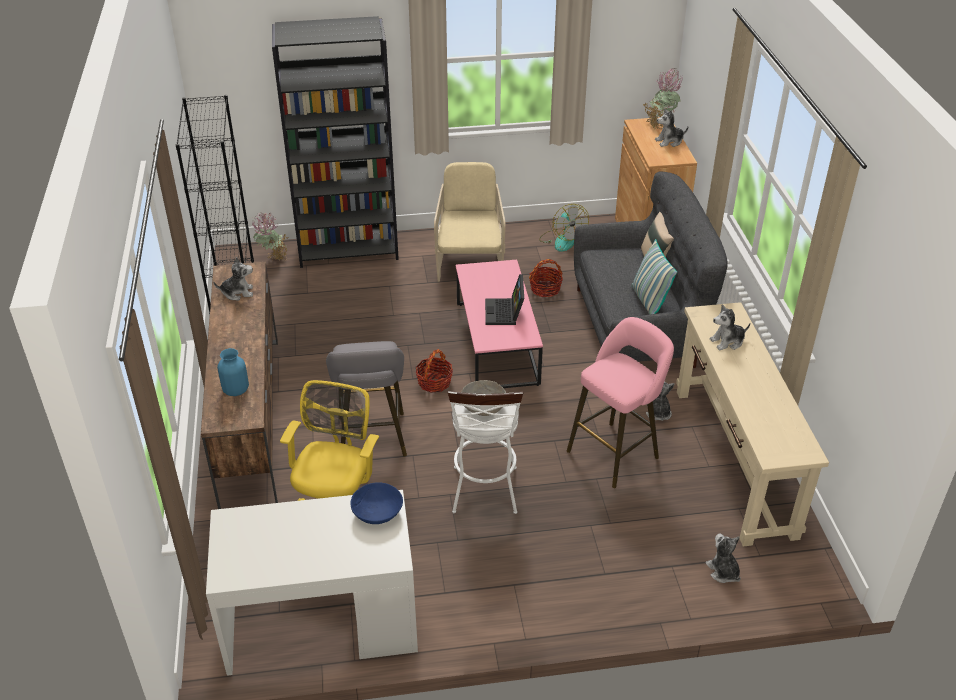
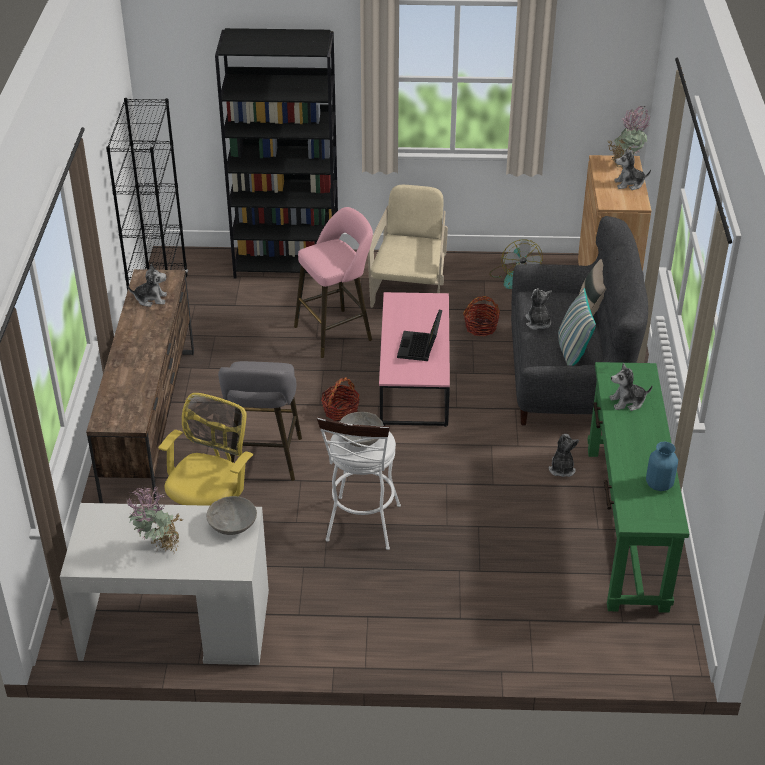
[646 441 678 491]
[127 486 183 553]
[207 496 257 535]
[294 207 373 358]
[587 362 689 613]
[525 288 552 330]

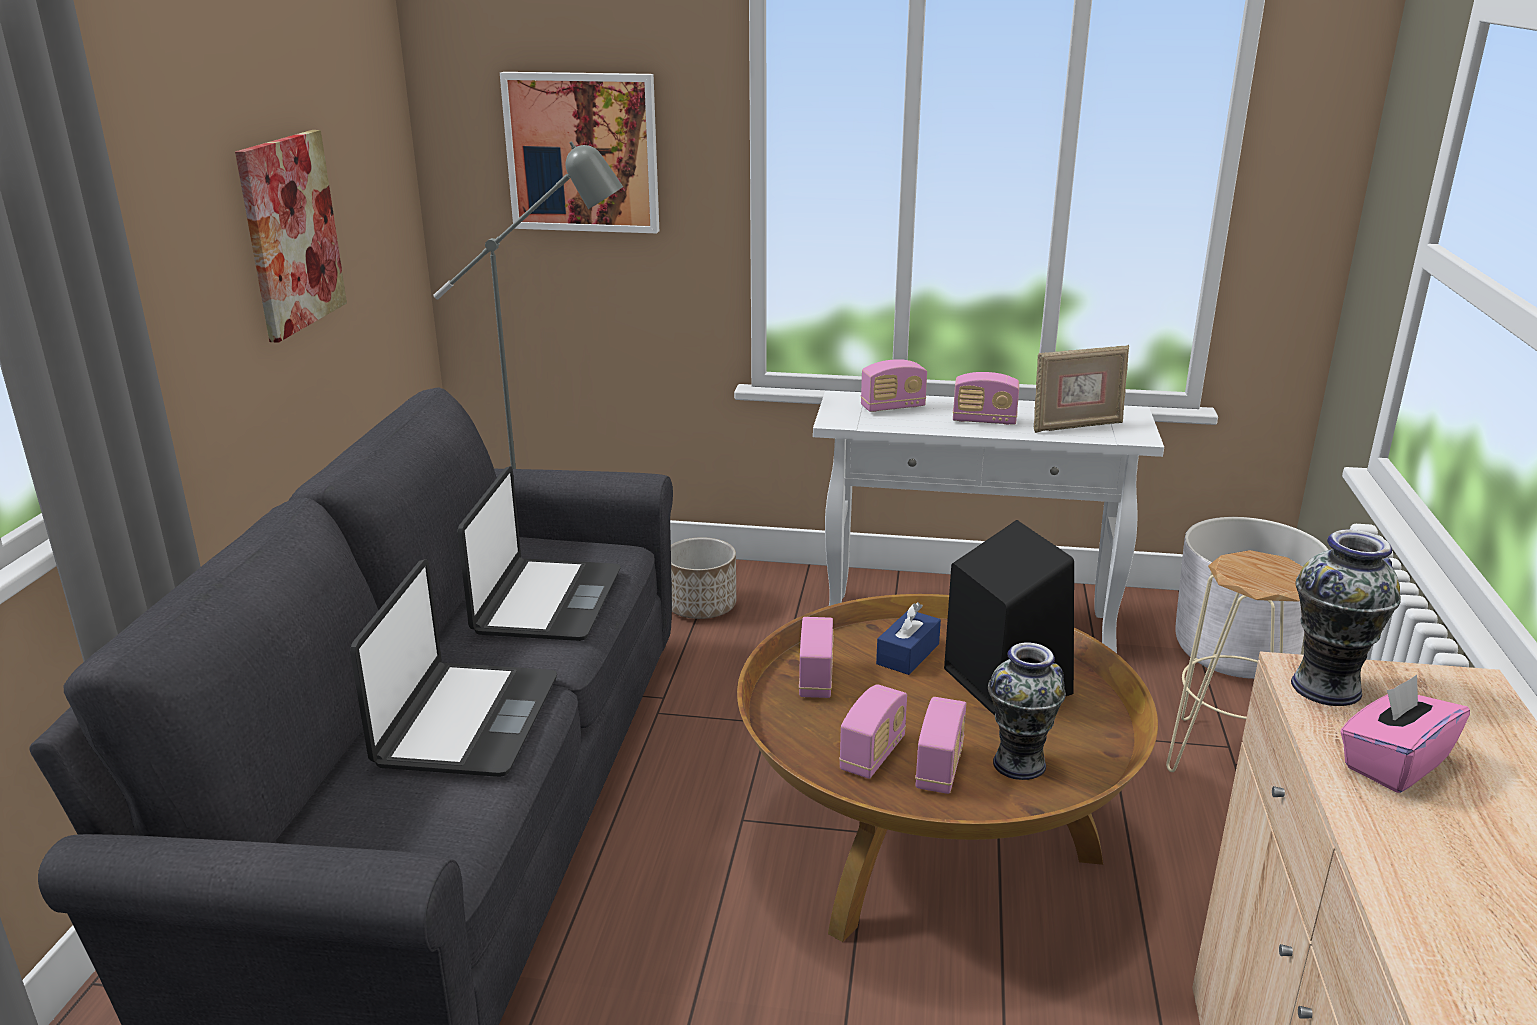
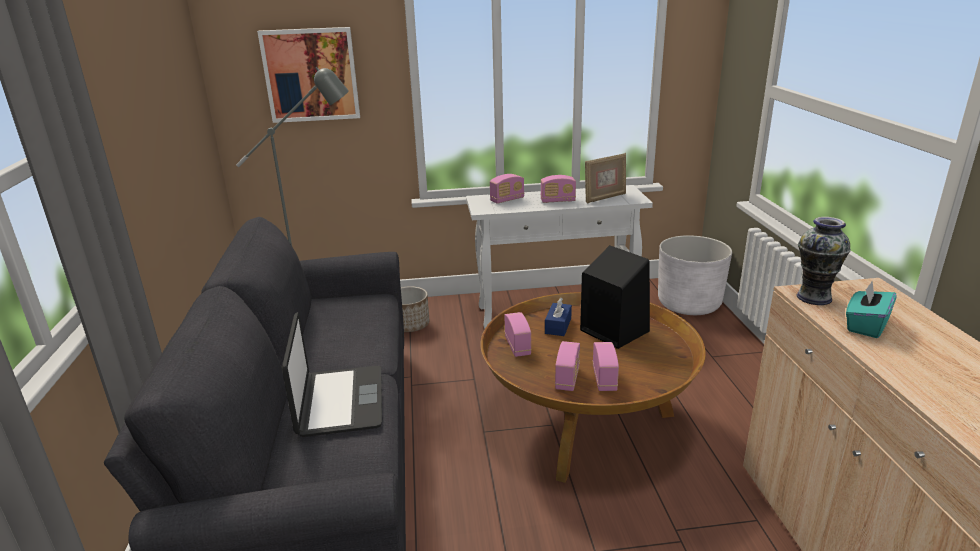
[235 130 347 343] (first image)
[457 466 621 641] (first image)
[988 642 1066 780] (first image)
[1166 550 1305 772] (first image)
[846 281 896 338]

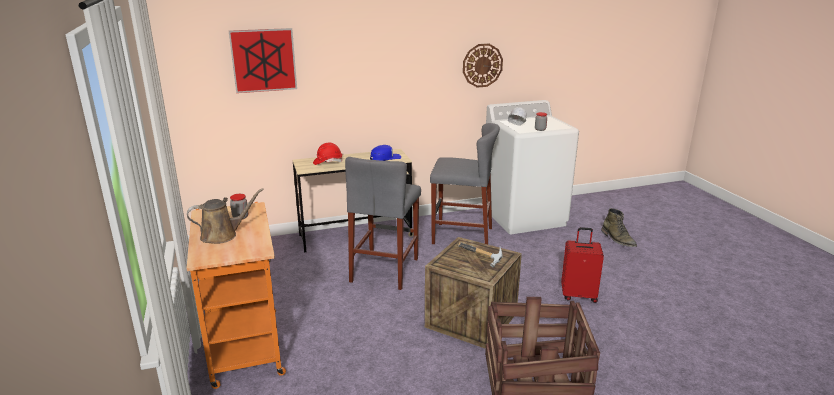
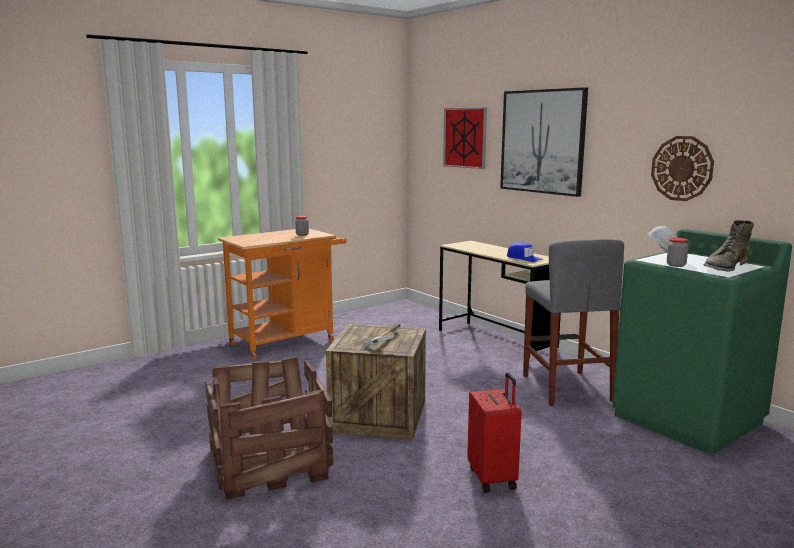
[187 188 264 244] (first image)
[313 142 343 165] (first image)
[345 157 421 290] (first image)
[612 229 792 455]
[704 220 754 272]
[500 87 588 197]

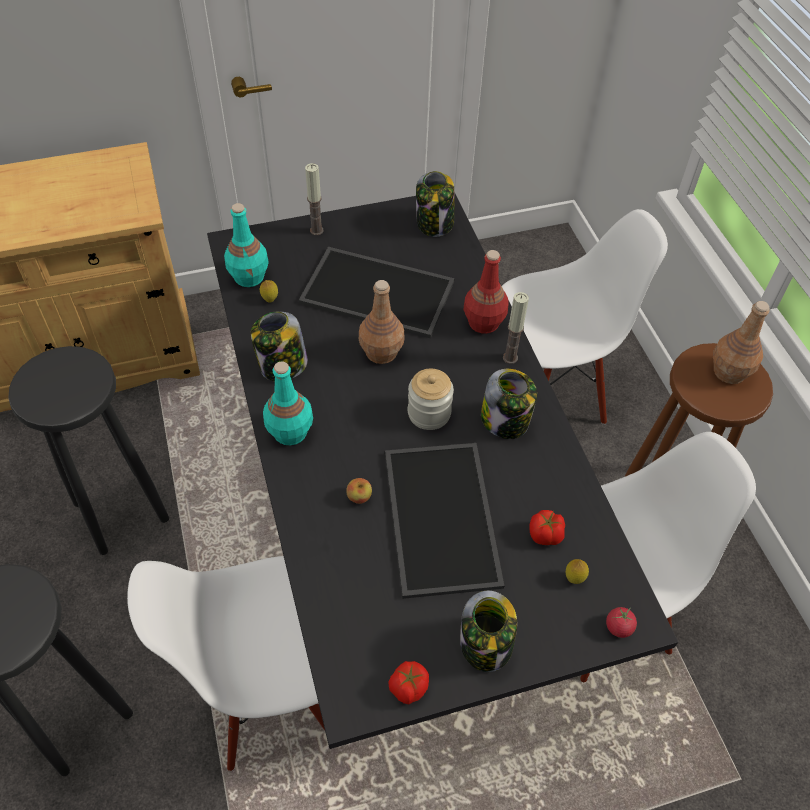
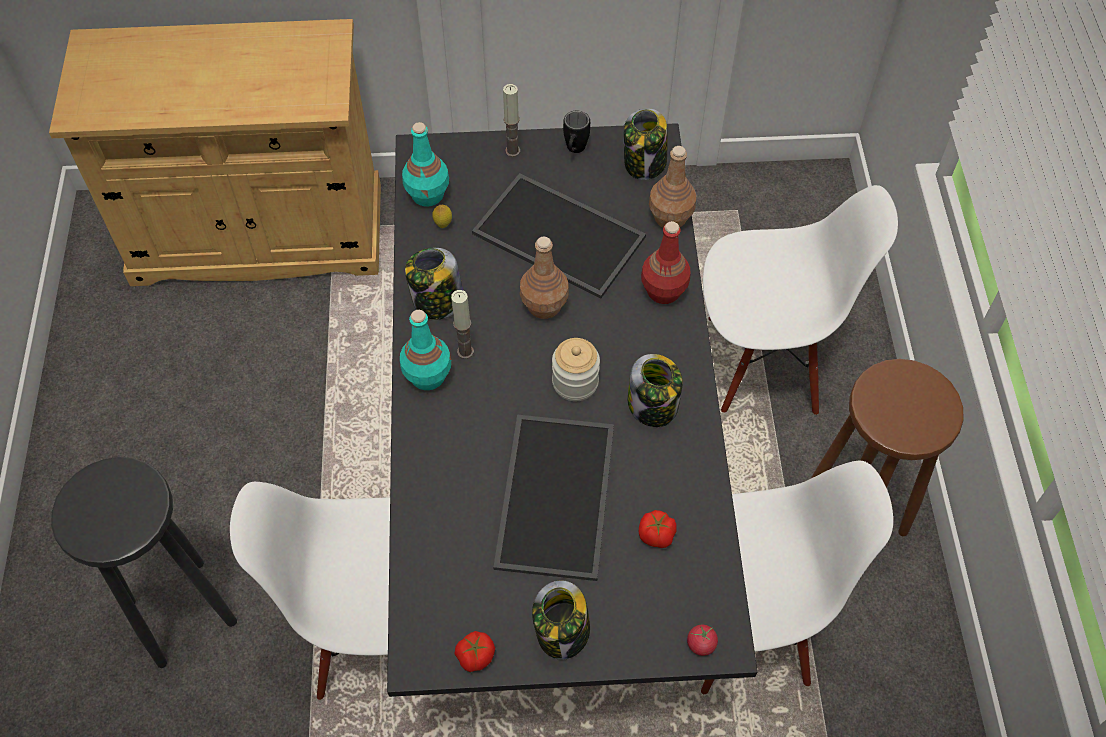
[8 346 169 555] (first image)
[346 478 372 504] (first image)
[451 290 474 359]
[566 559 589 584] (first image)
[649 146 696 228]
[563 111 590 153]

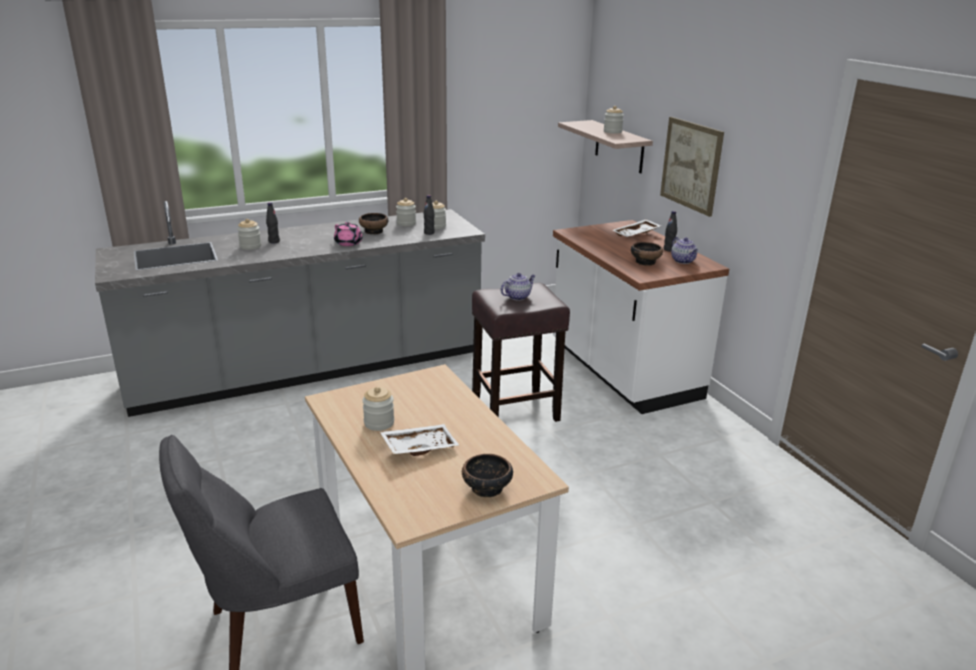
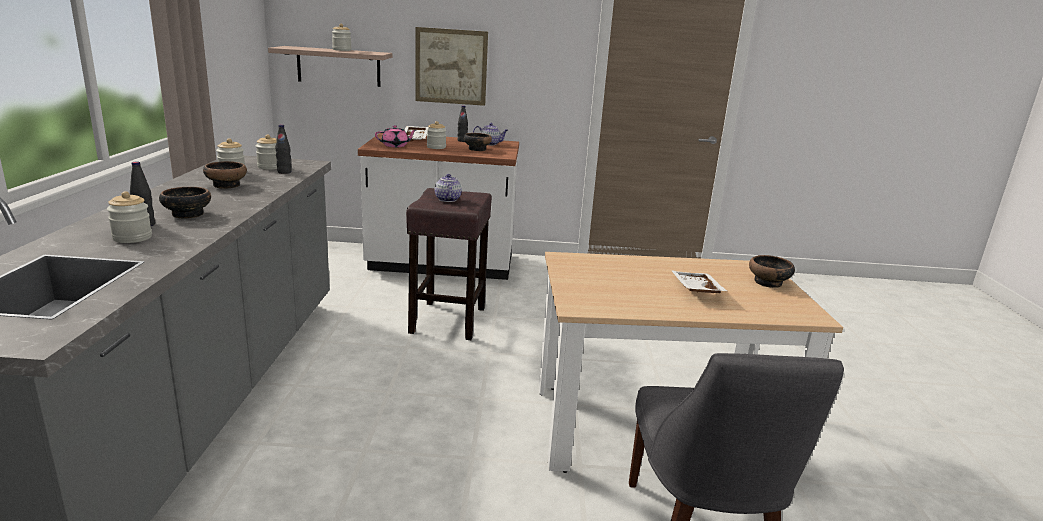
[375 125 416 147]
[427 121 446 149]
[159 187 211 219]

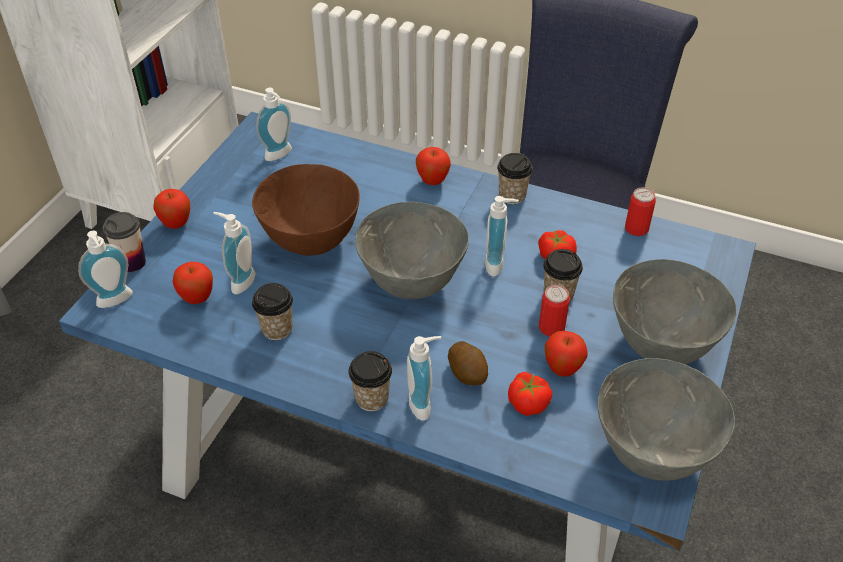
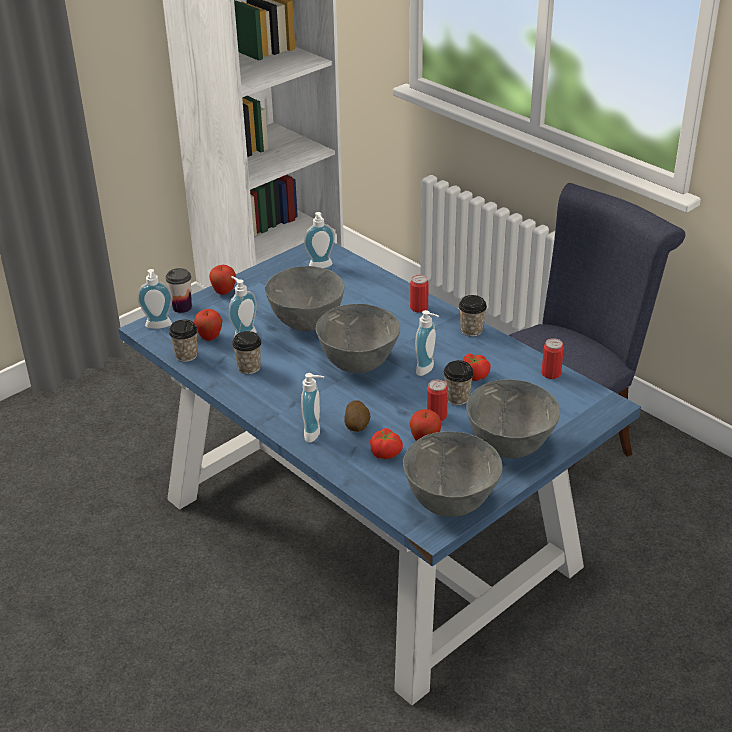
[265 266 345 332]
[169 319 198 362]
[410 275 429 313]

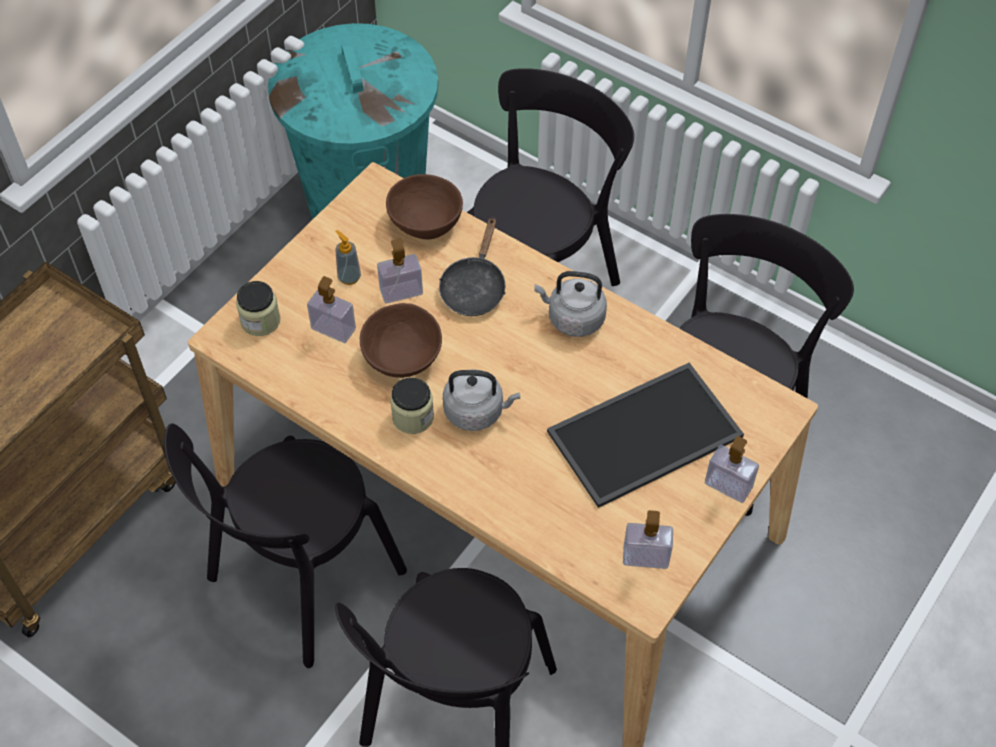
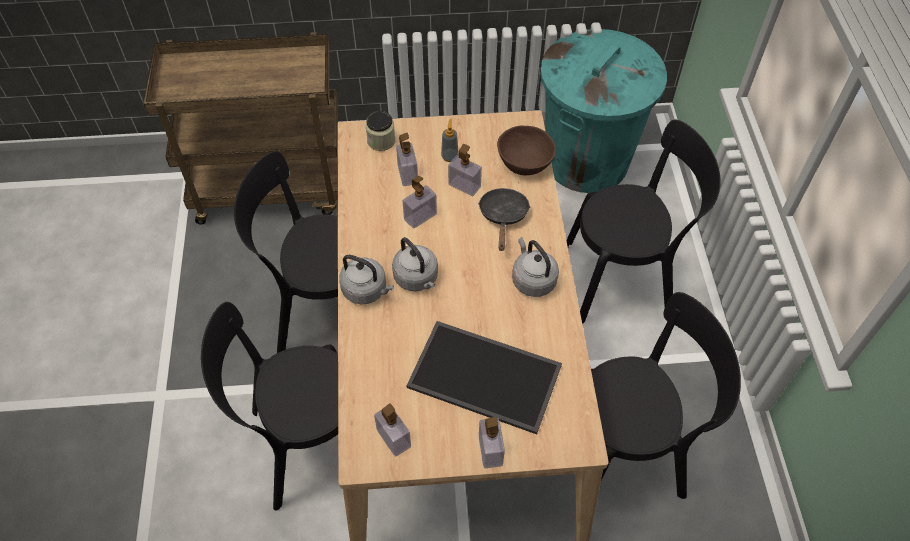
[403 176 437 229]
[390 378 434 434] (first image)
[478 188 531 251]
[339 255 394 304]

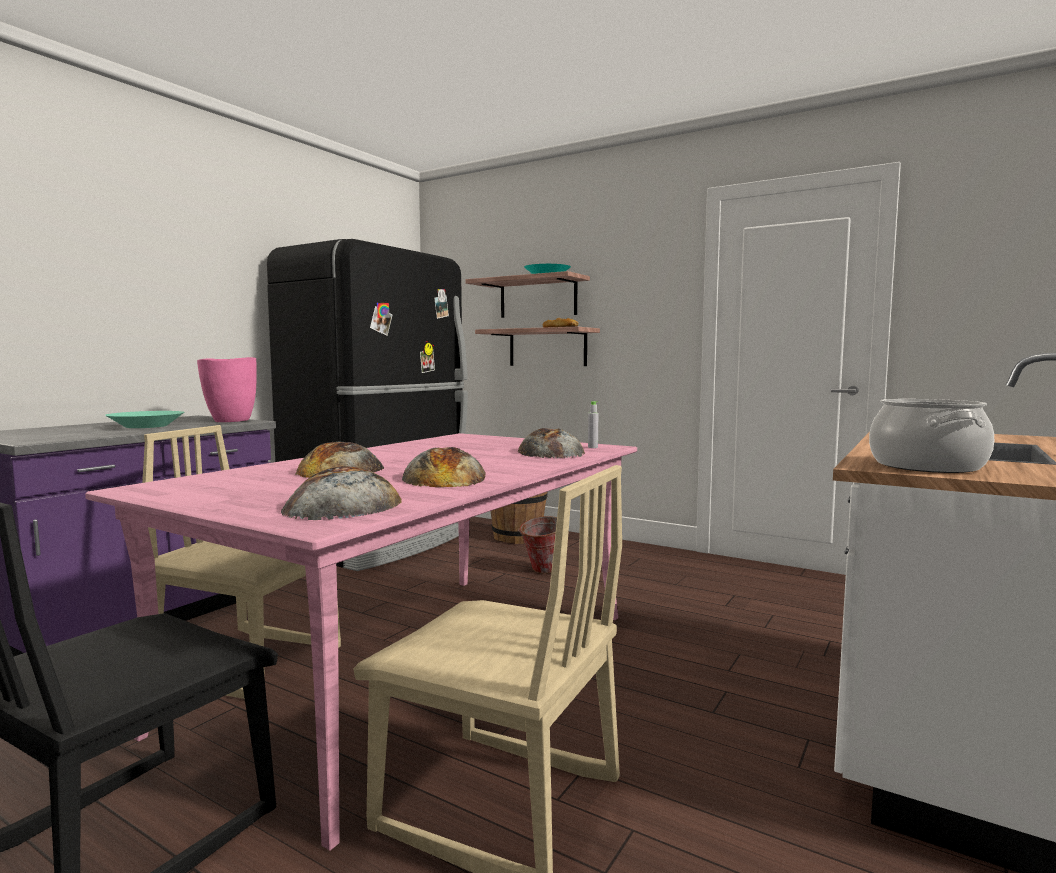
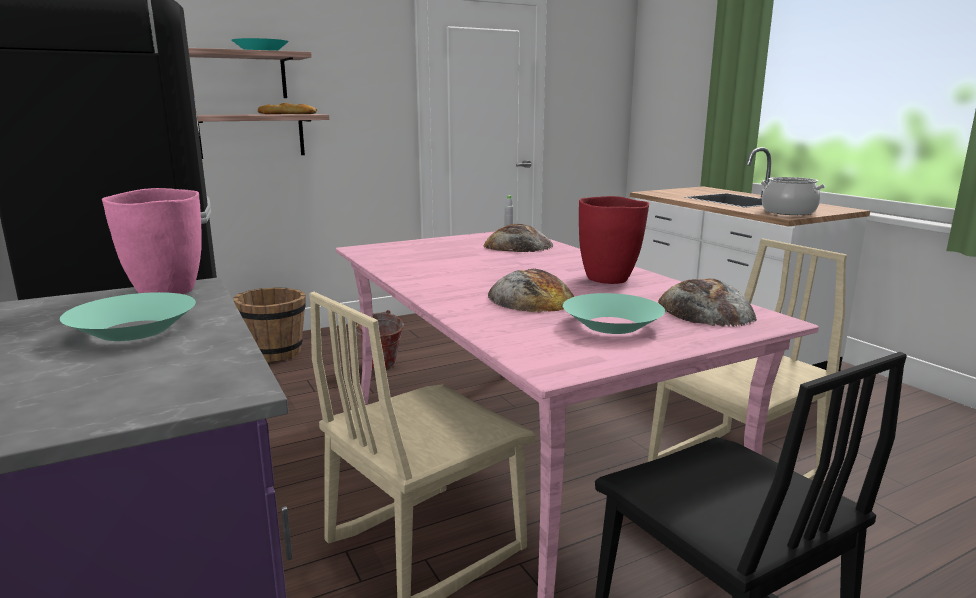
[579 196 649 284]
[563 293 665 334]

